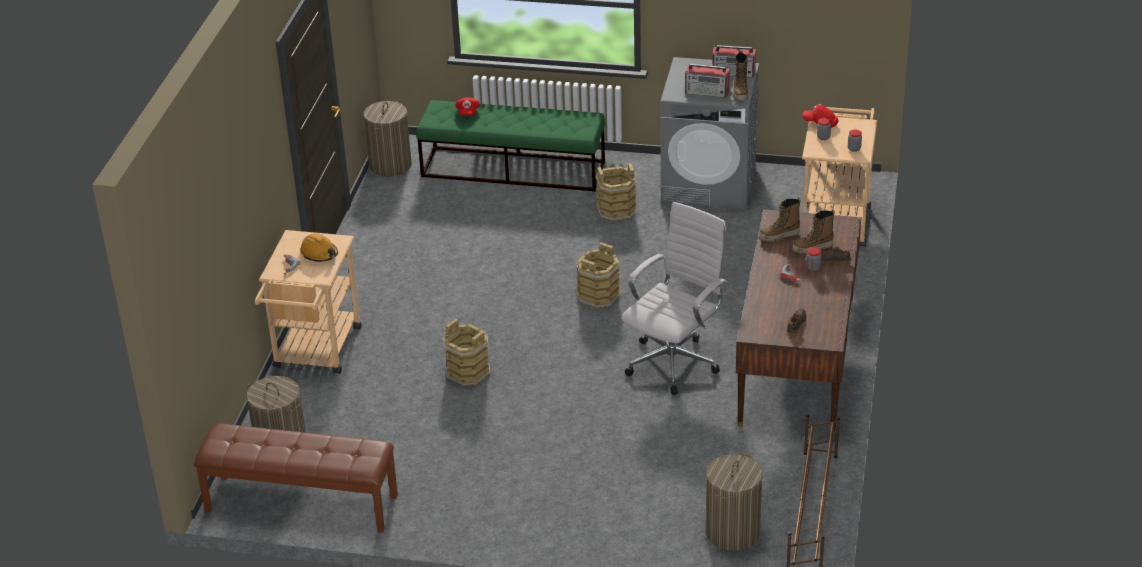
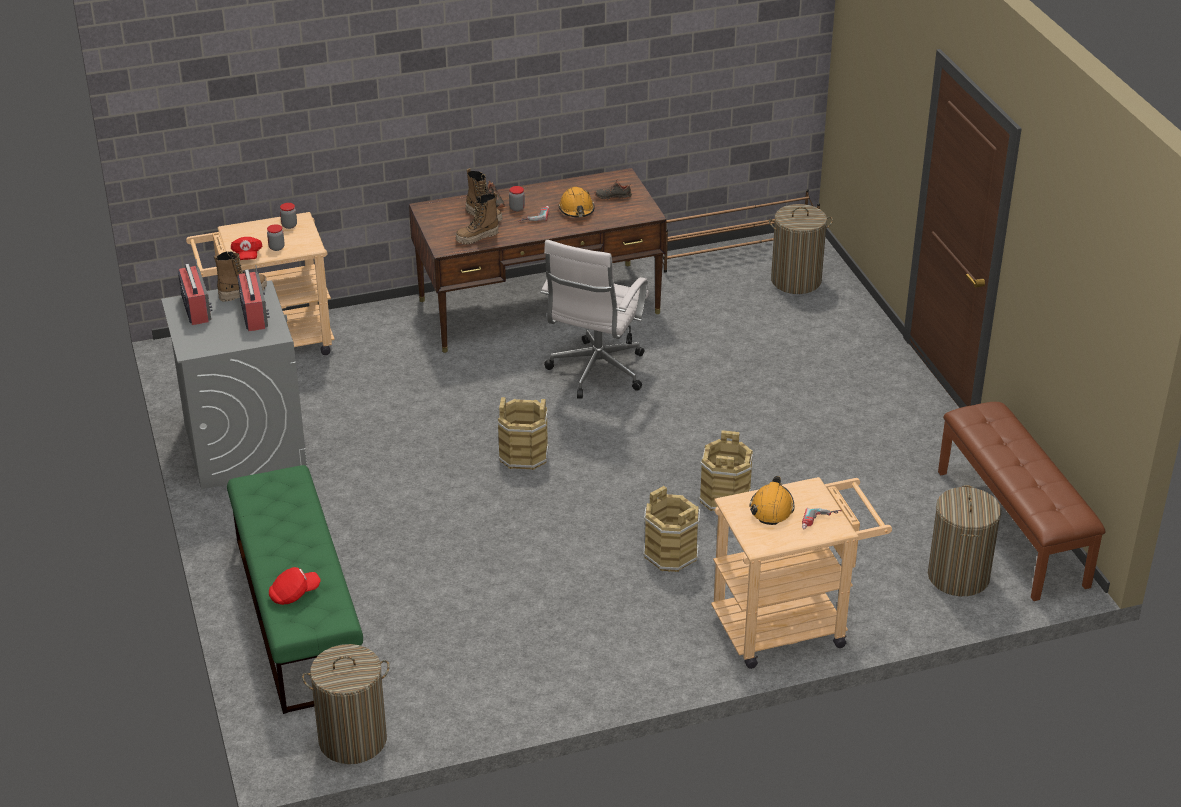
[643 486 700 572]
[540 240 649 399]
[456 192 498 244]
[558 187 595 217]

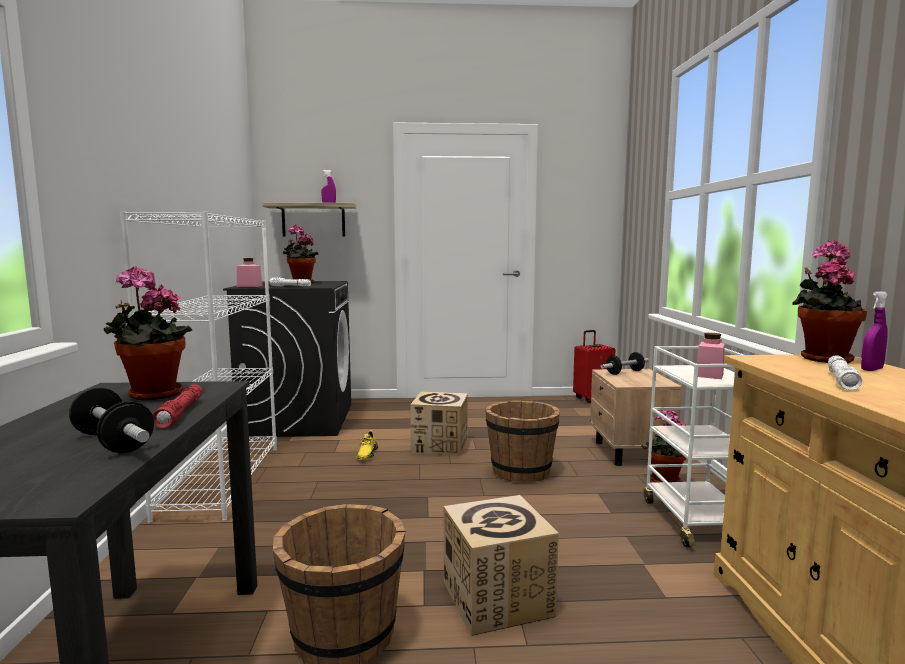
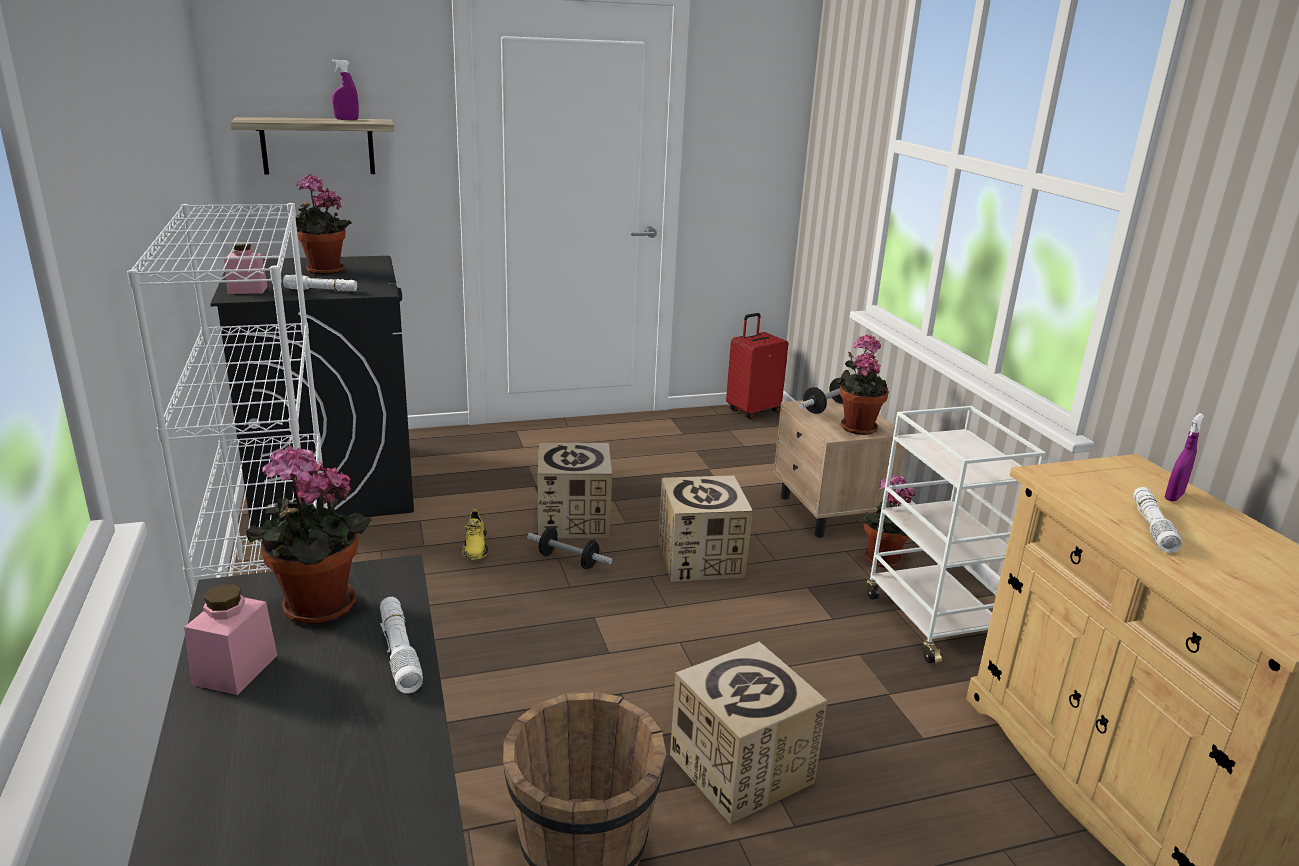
[527 528 612 569]
[380 597 423 693]
[658 475 753 582]
[184 584 277 695]
[837 335 889 435]

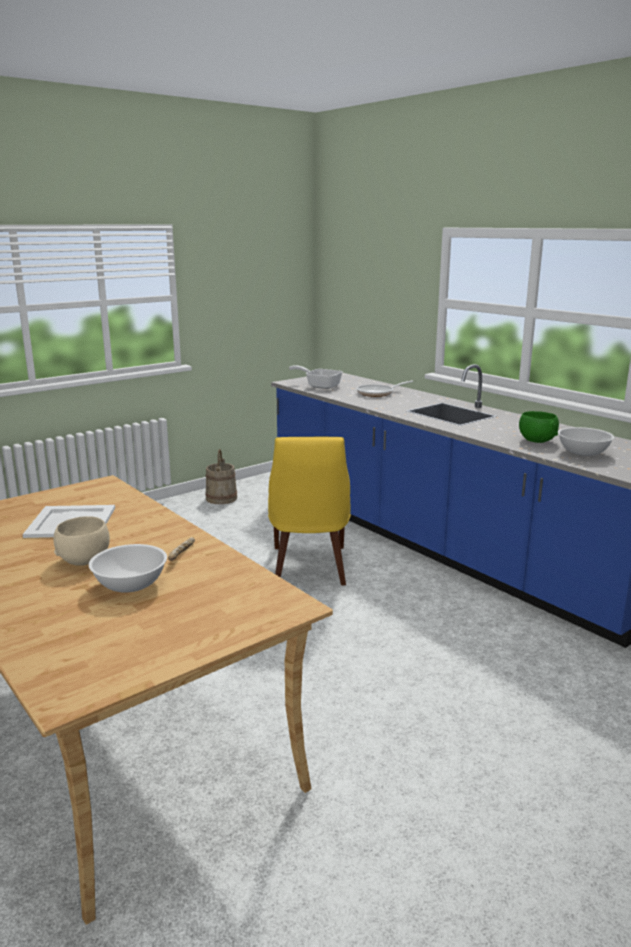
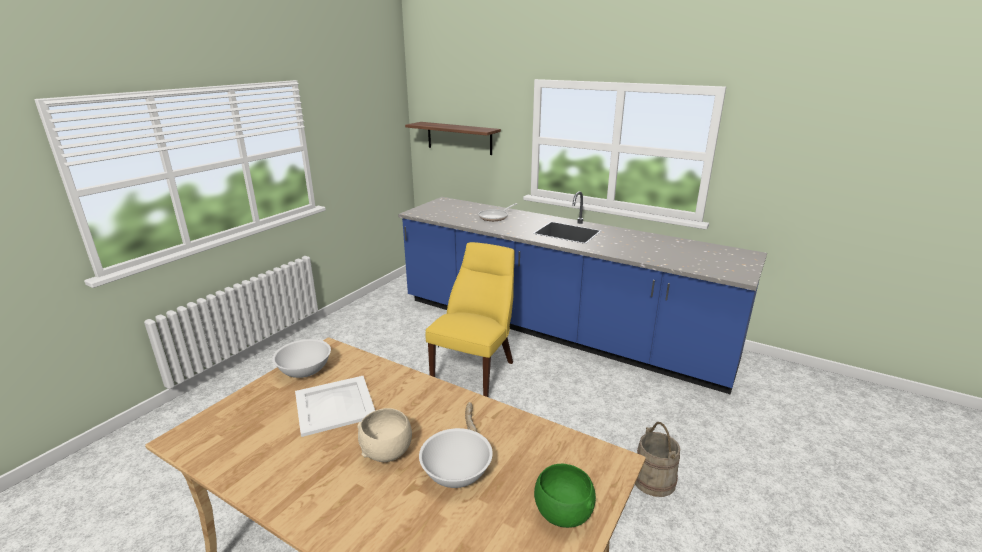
[635 422 680 497]
[426 242 515 397]
[289 365 343 389] (first image)
[534 464 596 528]
[272 339 331 378]
[405 122 501 155]

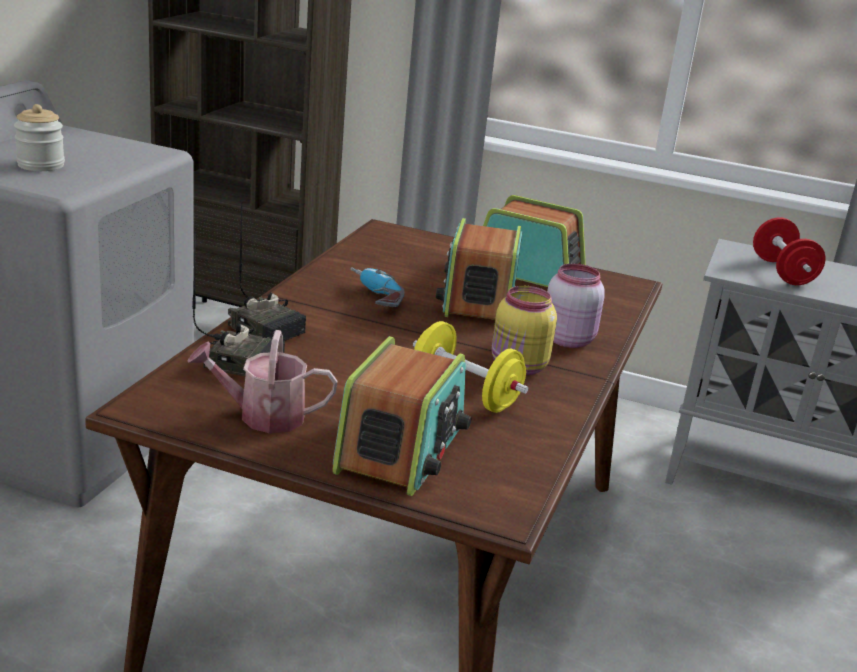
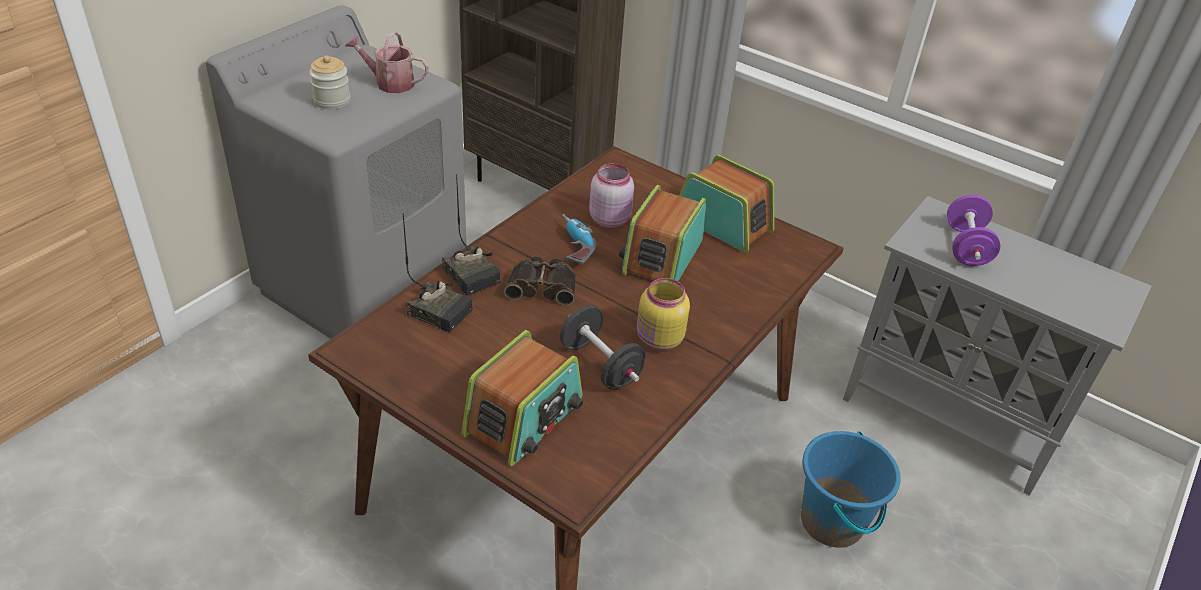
[345 31 428 93]
[560 305 646 390]
[589 164 634 228]
[947 195 1000 266]
[504 257 576 306]
[801 431 901 548]

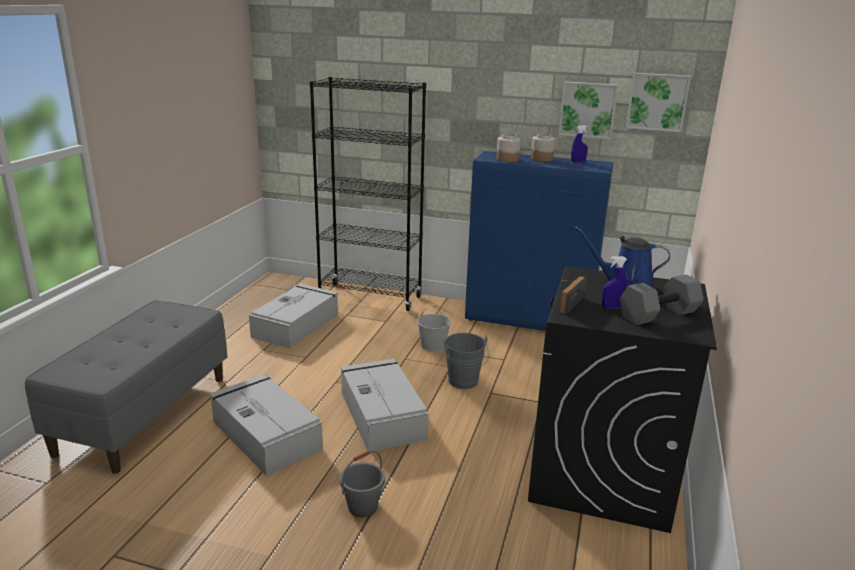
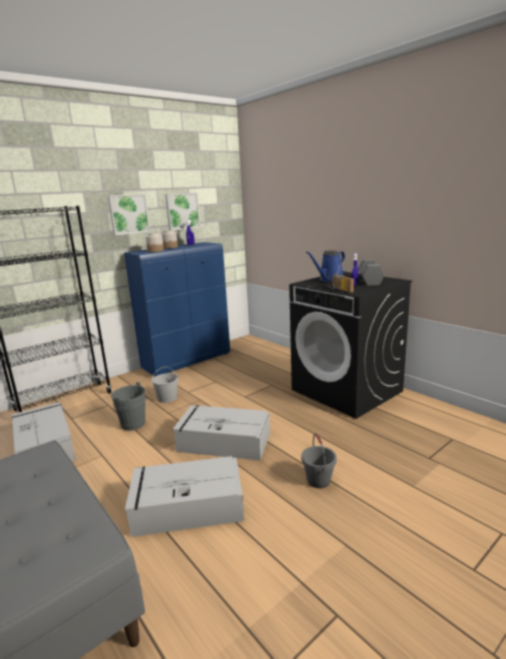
[111 382 152 431]
[108 194 150 235]

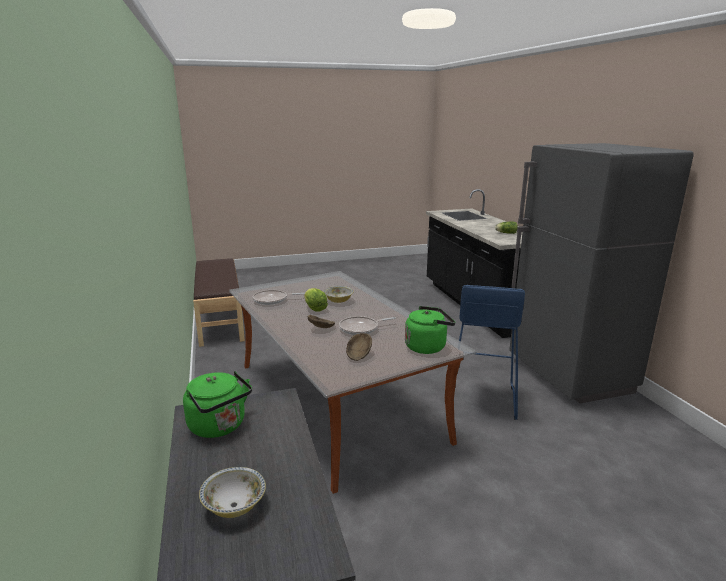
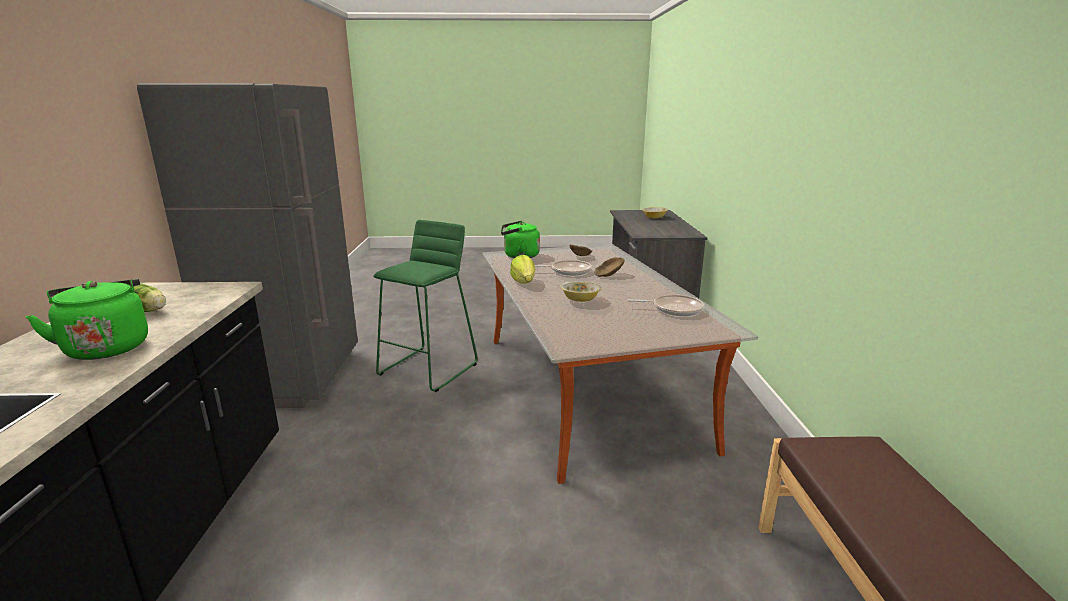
[26 279 148 360]
[510 255 535 284]
[373 220 478 392]

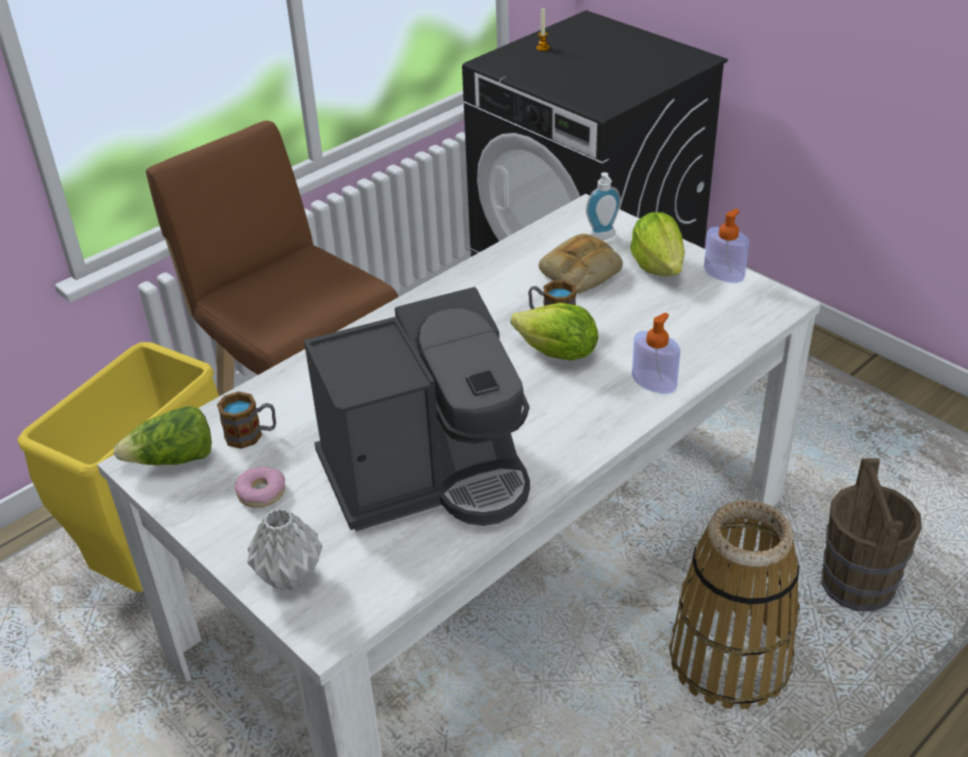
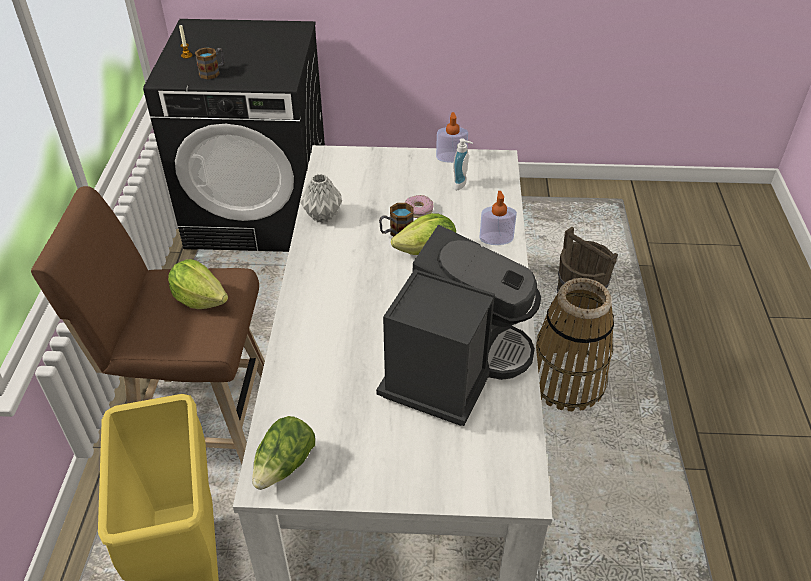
[195 47 224 80]
[405 195 434 218]
[300 174 342 223]
[539 234 623 293] (first image)
[453 138 473 190]
[168 259 228 309]

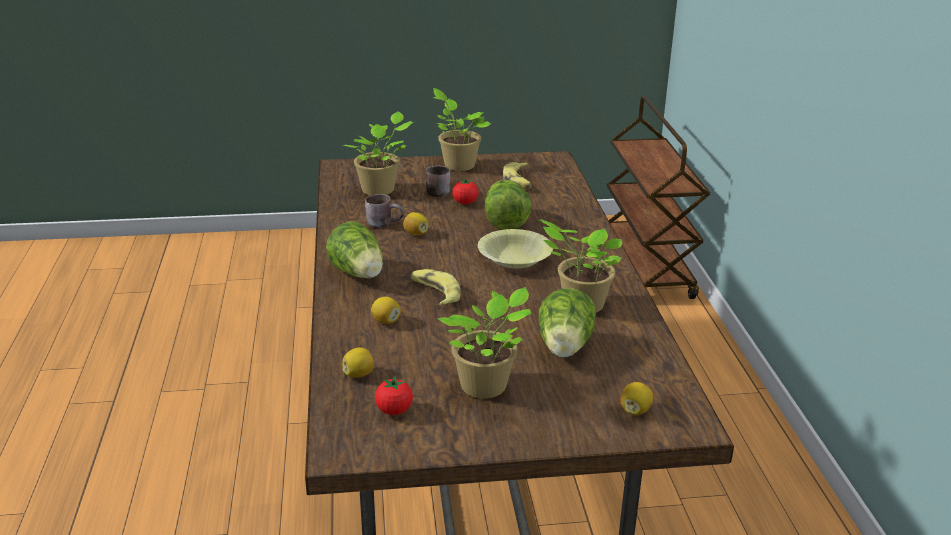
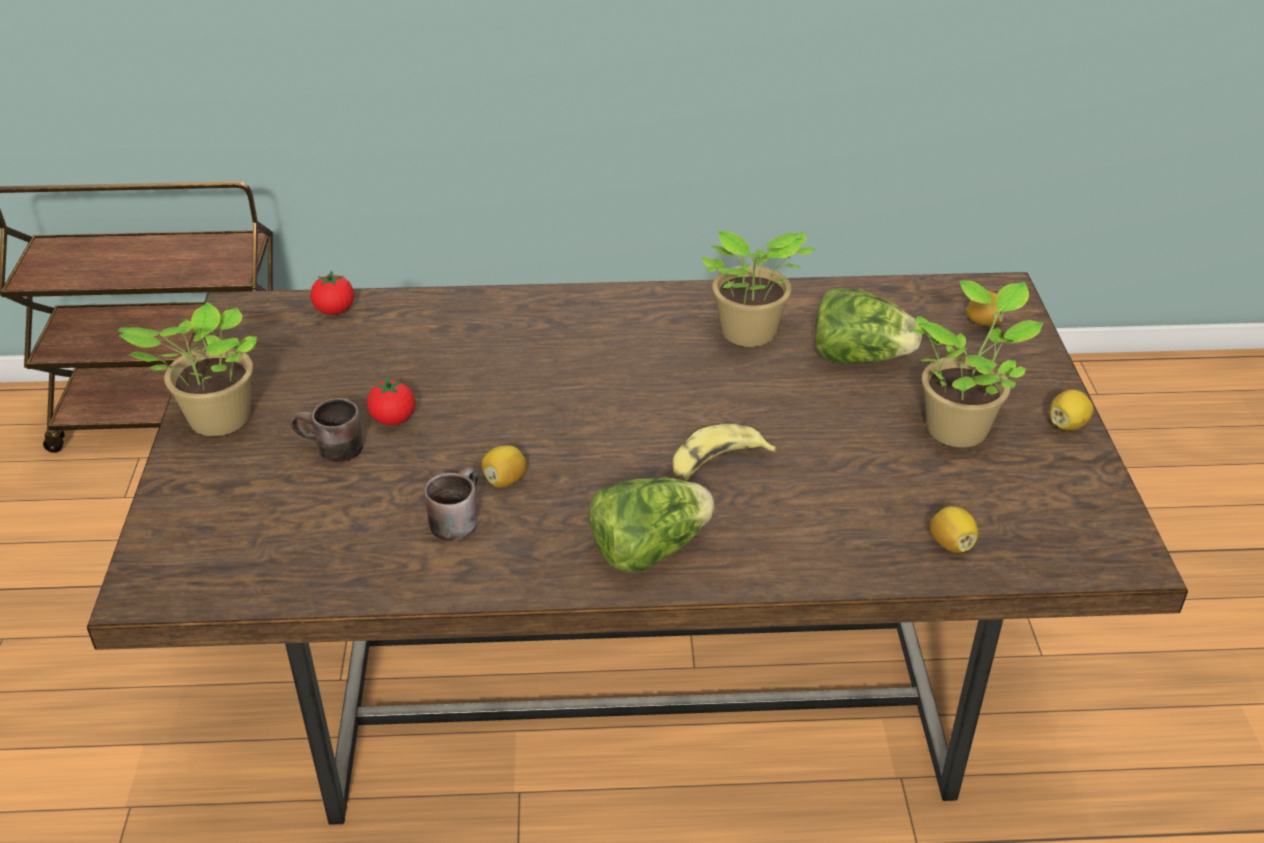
[342 111 413 195] (first image)
[1049 390 1094 431]
[310 270 354 315]
[478 229 553 268] (first image)
[485 180 532 230] (first image)
[503 162 532 189] (first image)

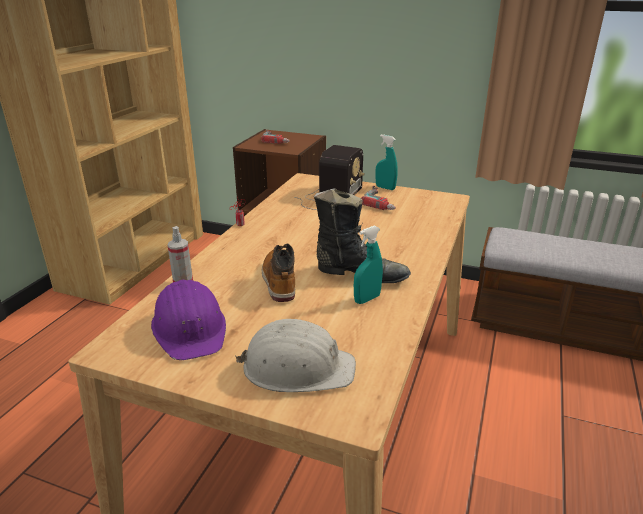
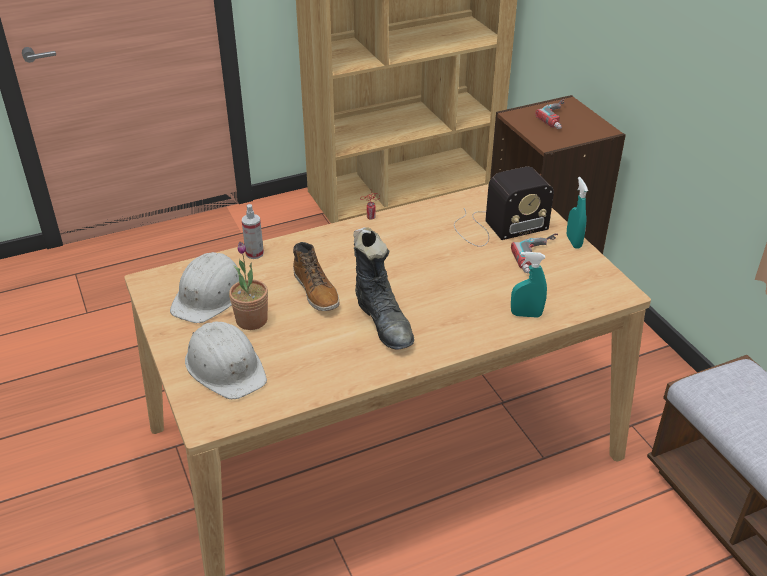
[170 252 239 323]
[293 242 340 311]
[511 252 547 318]
[229 242 268 330]

